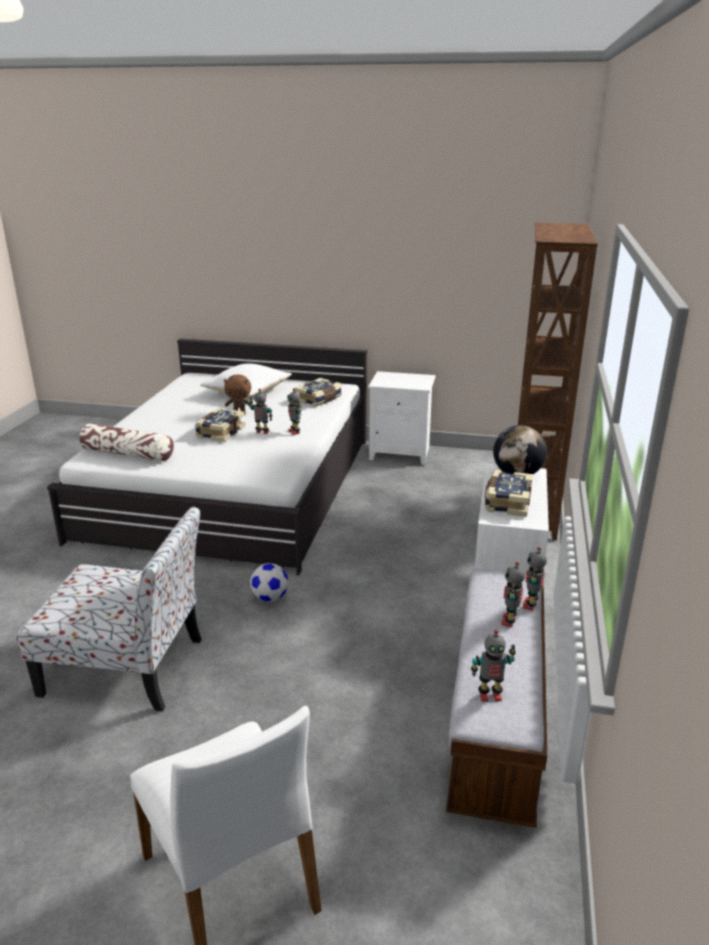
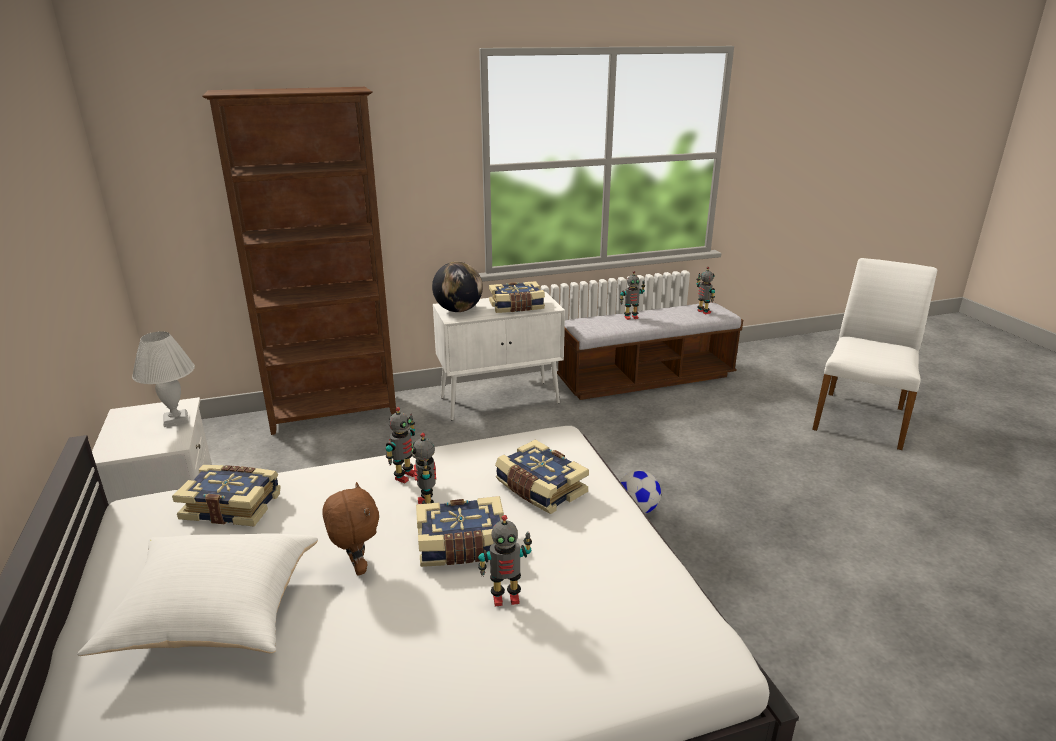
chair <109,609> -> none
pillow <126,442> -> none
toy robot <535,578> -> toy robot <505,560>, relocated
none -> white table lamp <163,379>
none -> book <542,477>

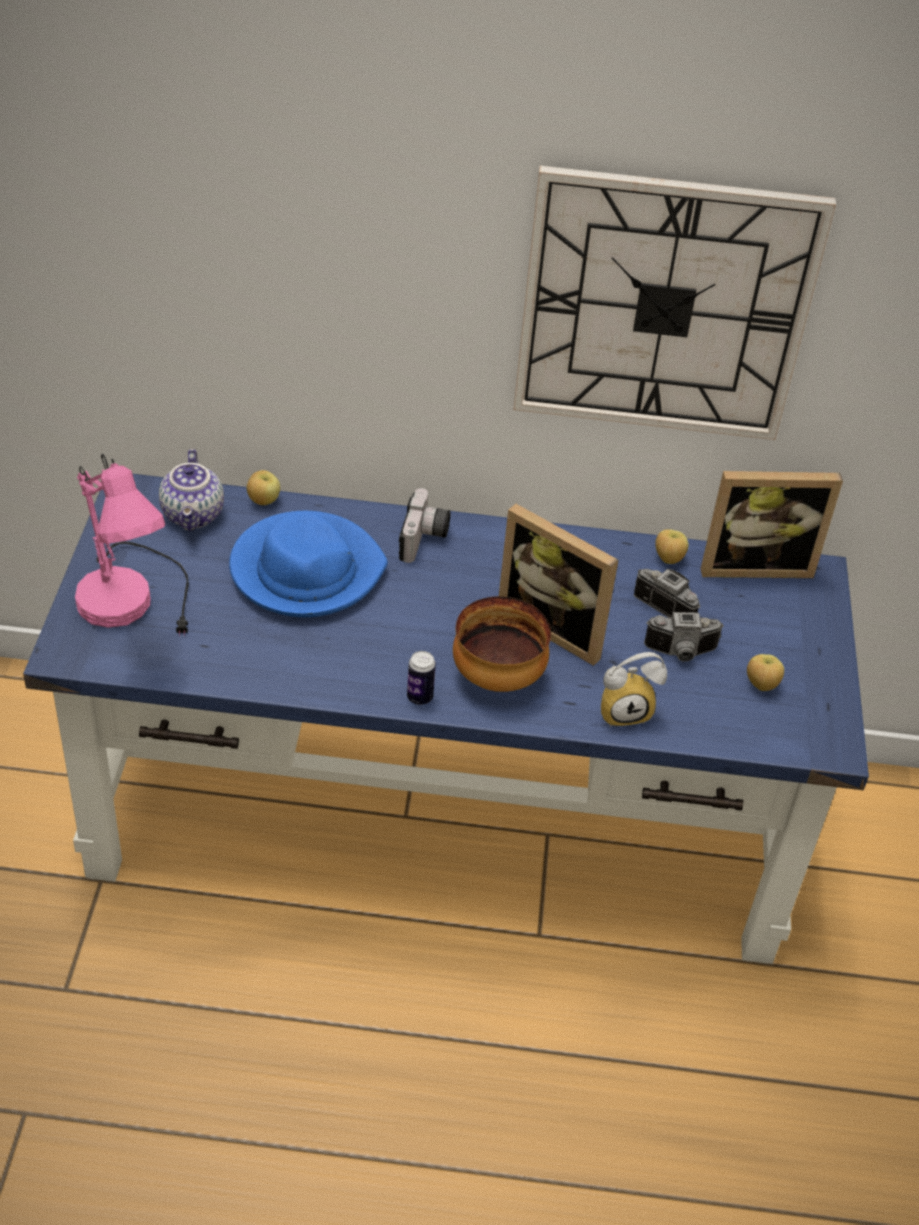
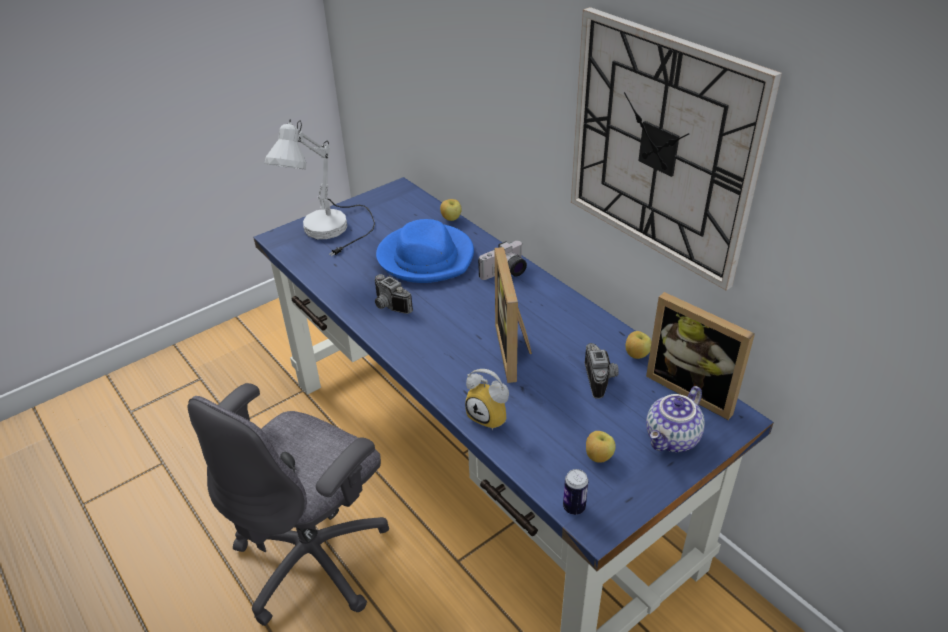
pink table lamp <132,544> -> white table lamp <319,187>
teapot <191,490> -> teapot <675,419>, relocated
can <421,678> -> can <575,492>, relocated
bowl <502,644> -> none
photo camera <684,637> -> photo camera <394,294>, relocated
none -> grey office chair <288,504>

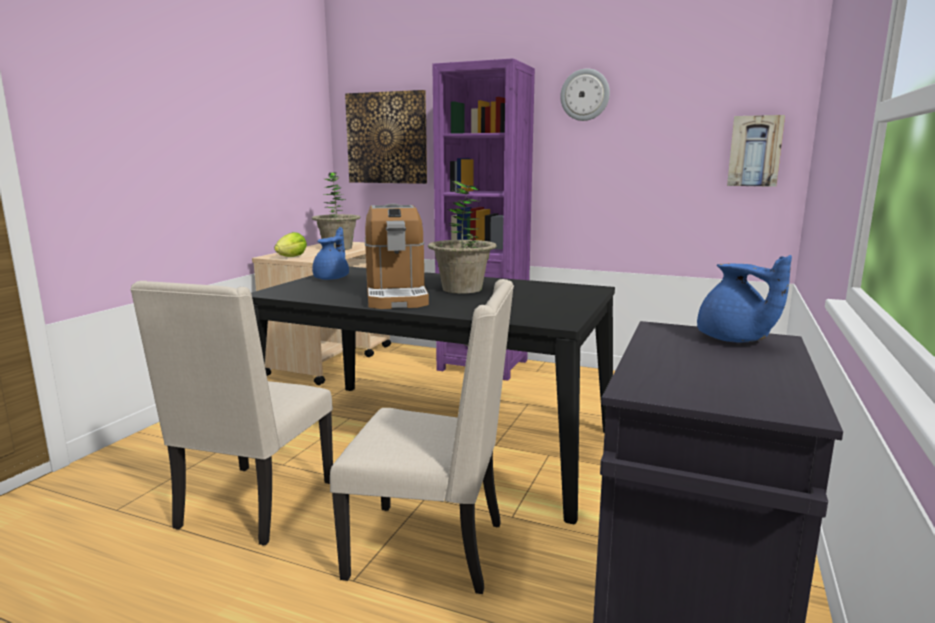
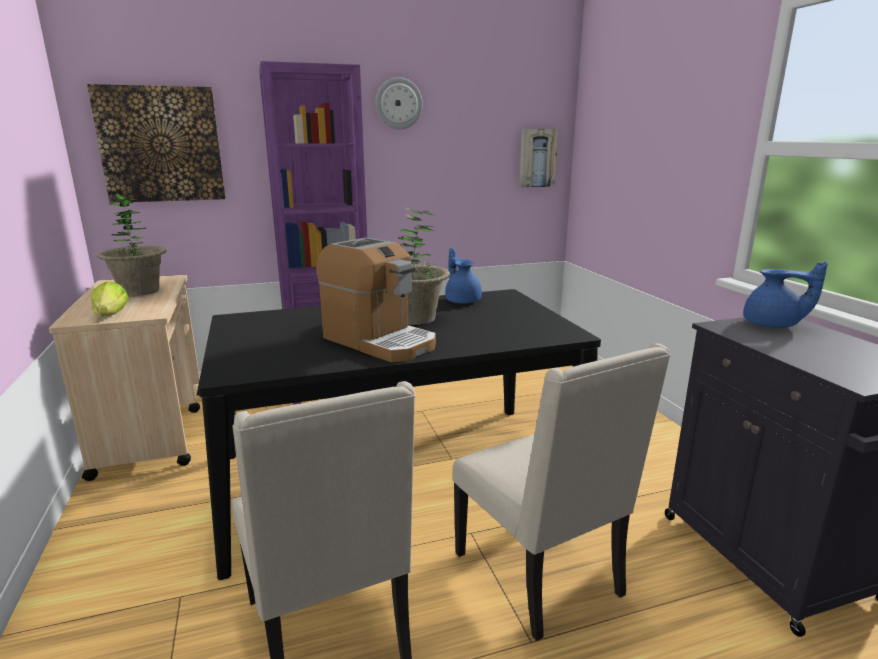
blue teapot <330,253> -> blue teapot <463,275>, relocated
beige chair <422,436> -> beige chair <561,492>, 90 degrees clockwise

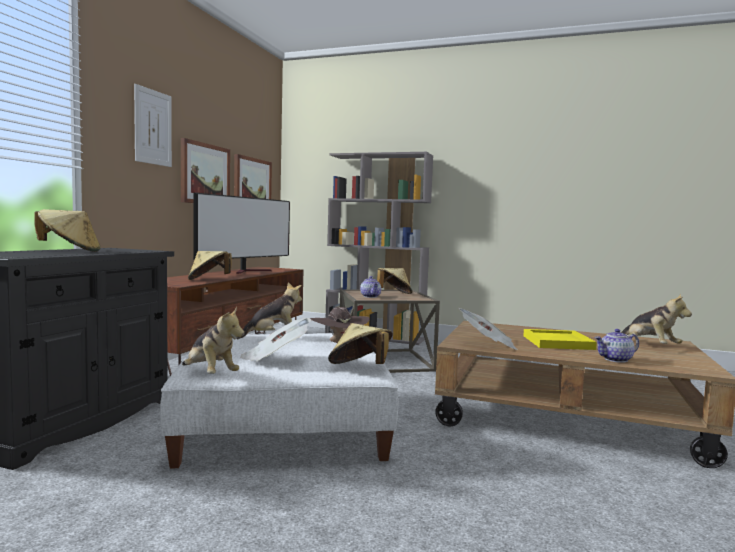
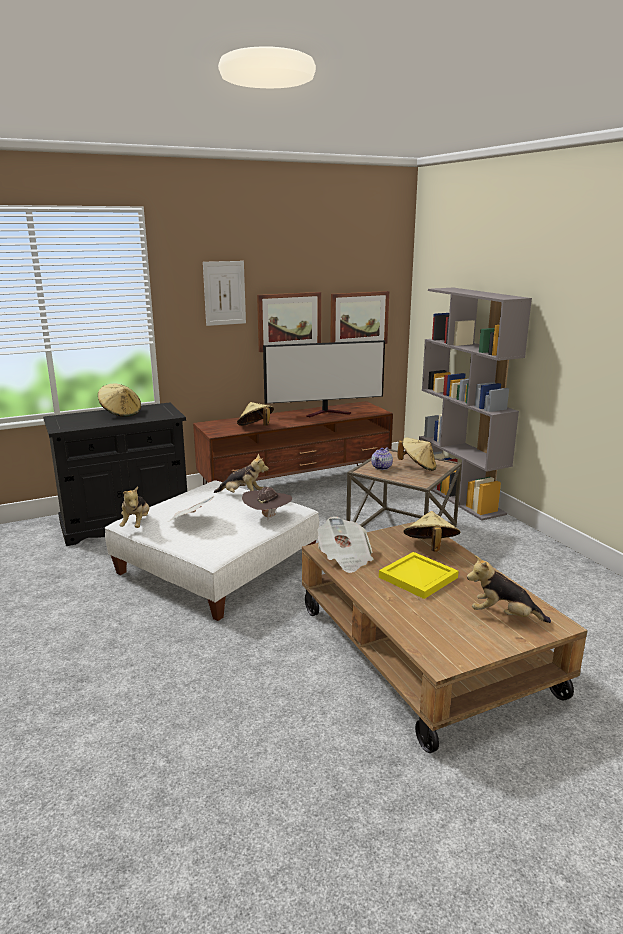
beige hat <360,343> -> beige hat <431,531>, relocated
teapot <617,346> -> none
plush toy <656,318> -> plush toy <509,589>, 90 degrees clockwise

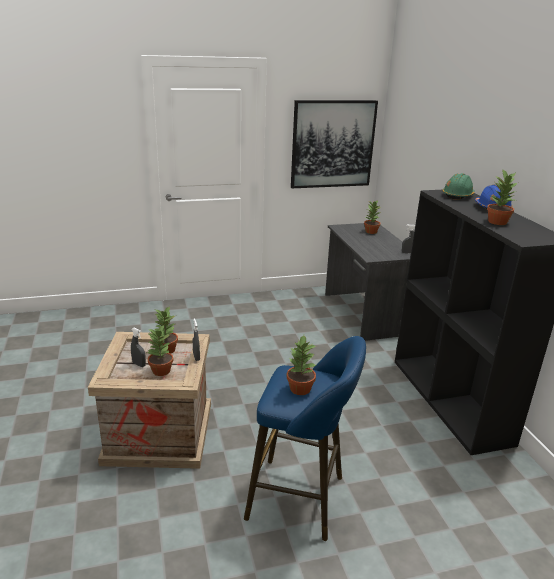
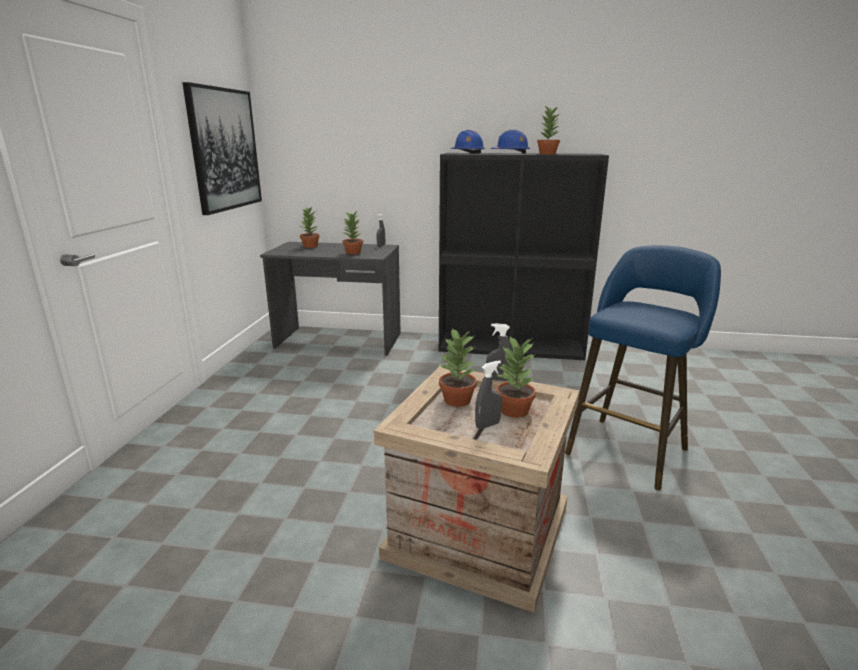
potted plant <301,365> -> potted plant <352,232>, relocated
green hard hat <458,186> -> blue hard hat <468,142>

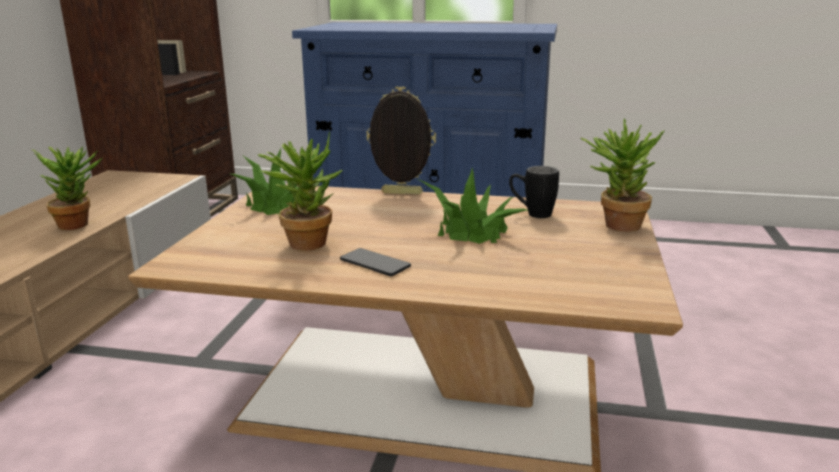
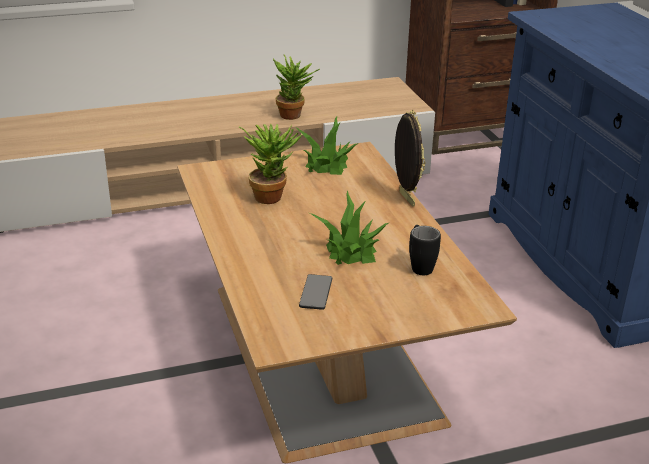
phone <375,262> -> phone <315,292>, relocated
potted plant <622,175> -> none

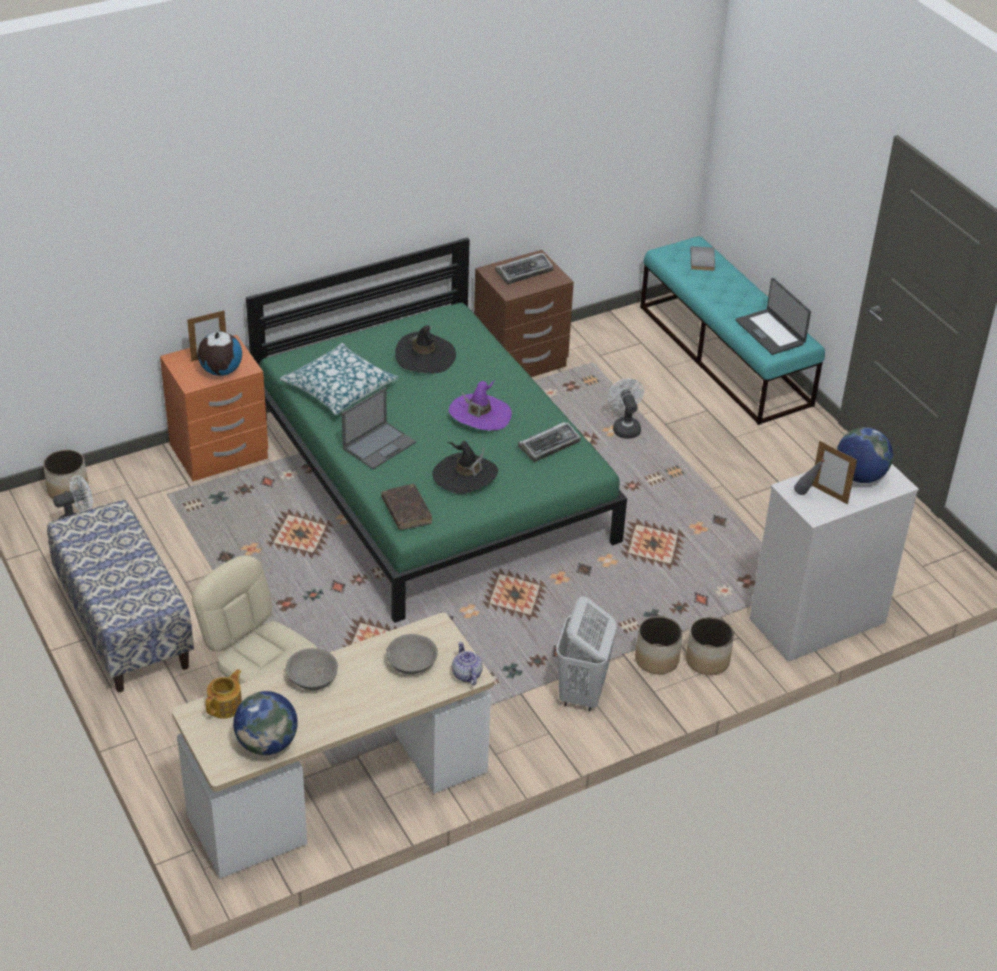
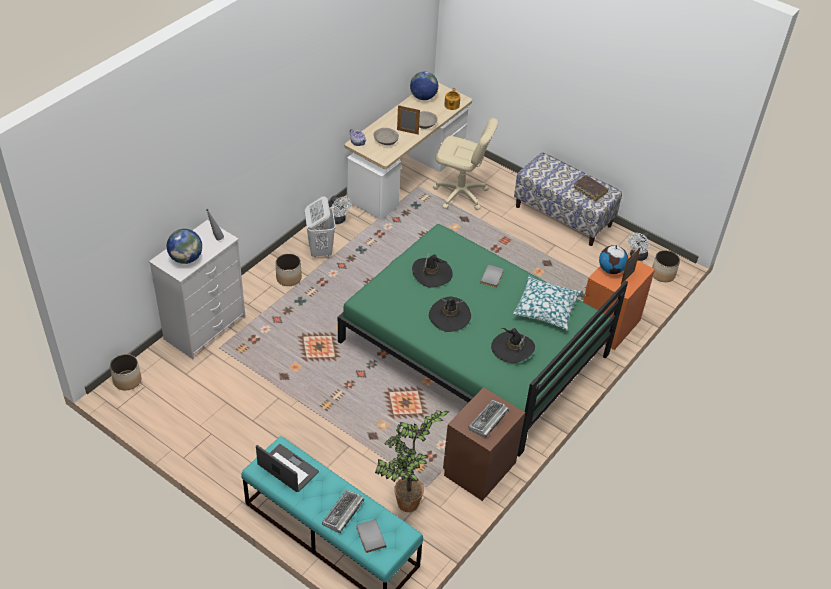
laptop <379,428> -> grey book <492,276>
brown book <406,507> -> brown book <591,188>, relocated
purple hat <480,406> -> black hat <450,314>
keyboard <549,442> -> keyboard <343,511>, relocated
white fan <626,408> -> white fan <341,210>, relocated
planter <710,646> -> planter <125,372>, relocated
picture frame <834,472> -> picture frame <408,120>, relocated
none -> potted plant <412,461>

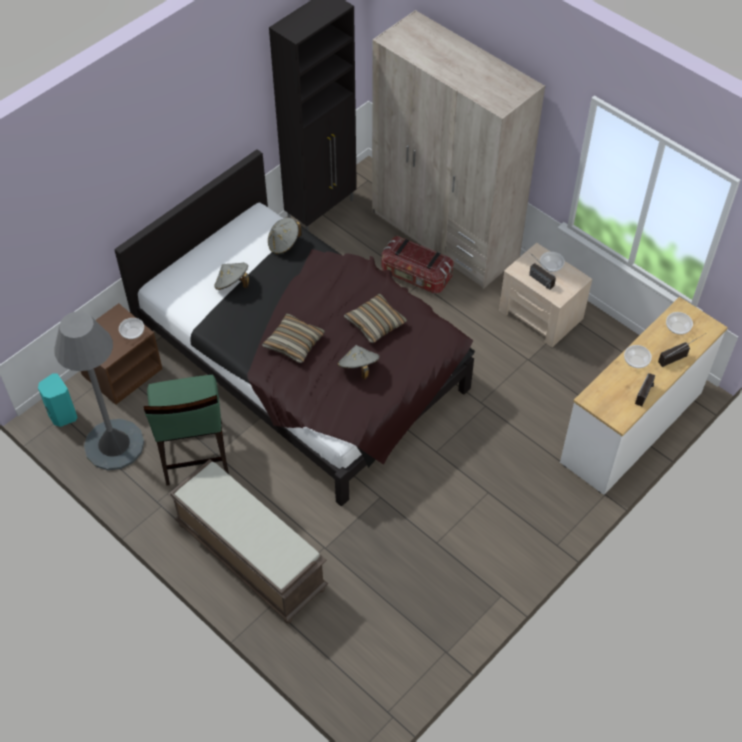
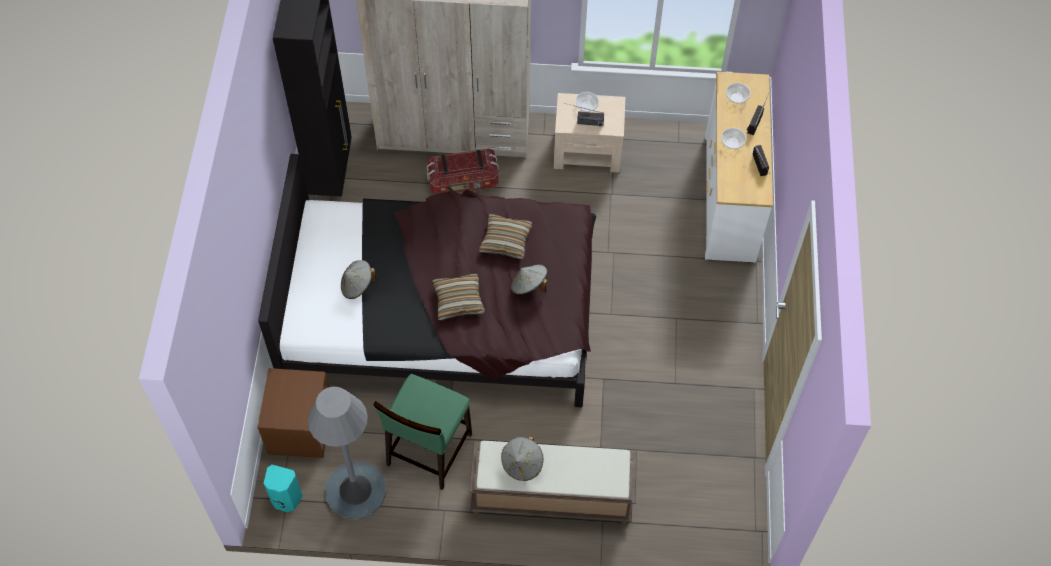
bowl <131,328> -> none
green chair <186,430> -> green chair <422,432>, 75 degrees clockwise
grey hat <285,236> -> grey hat <522,458>, relocated

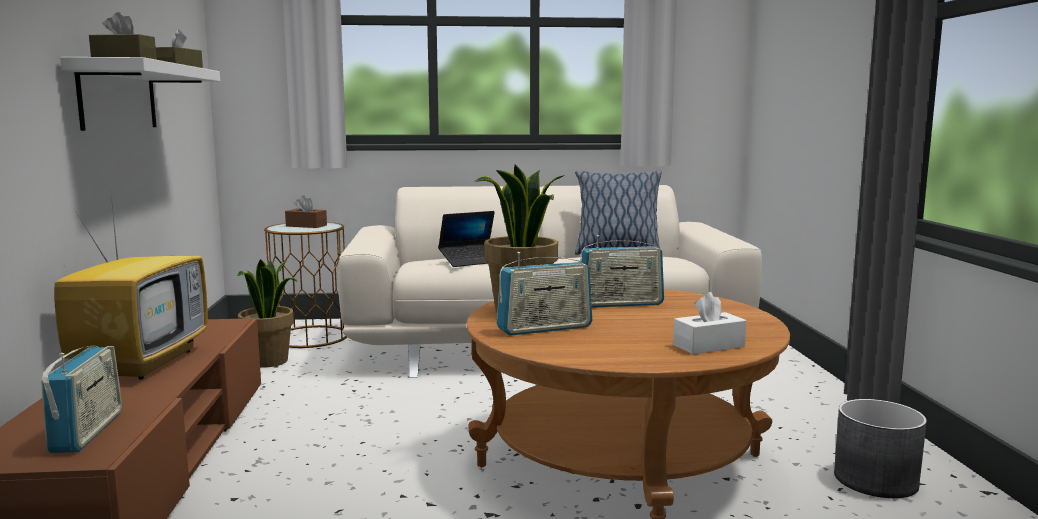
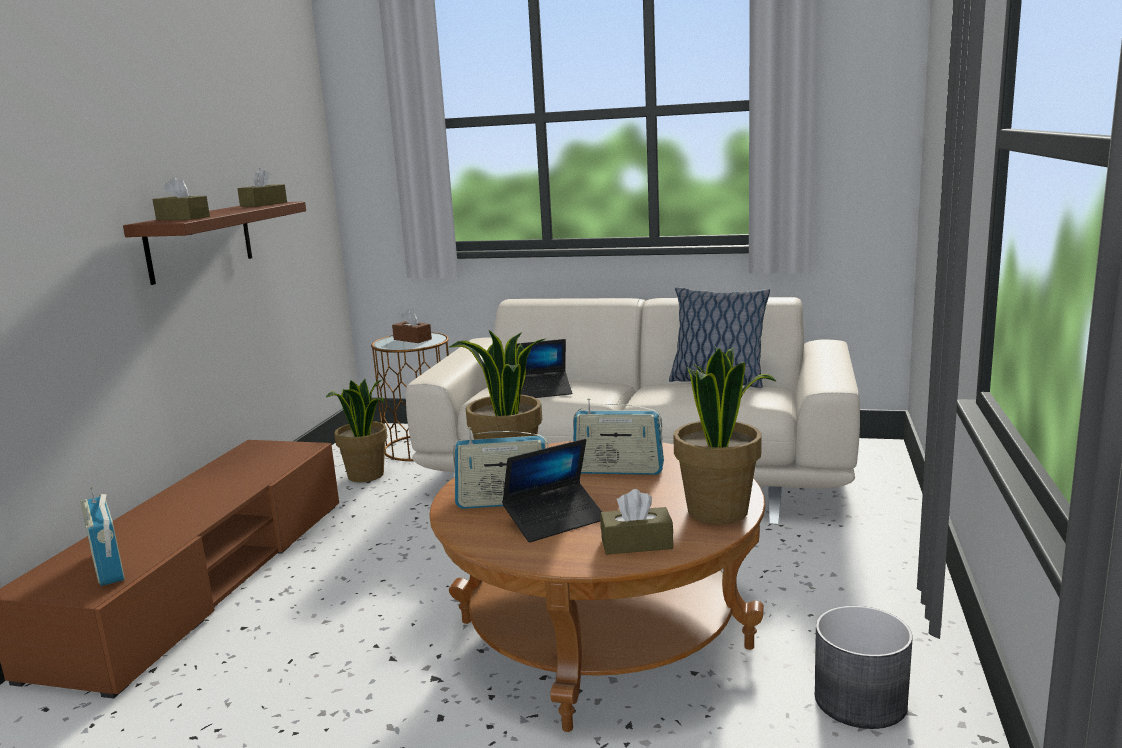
radio <81,399> -> radio <102,536>, 135 degrees clockwise
television <131,288> -> none
white shelf <140,94> -> brown shelf <214,243>
white tissue box <710,323> -> brown tissue box <636,521>
none -> laptop <552,491>
none -> potted plant <725,435>

